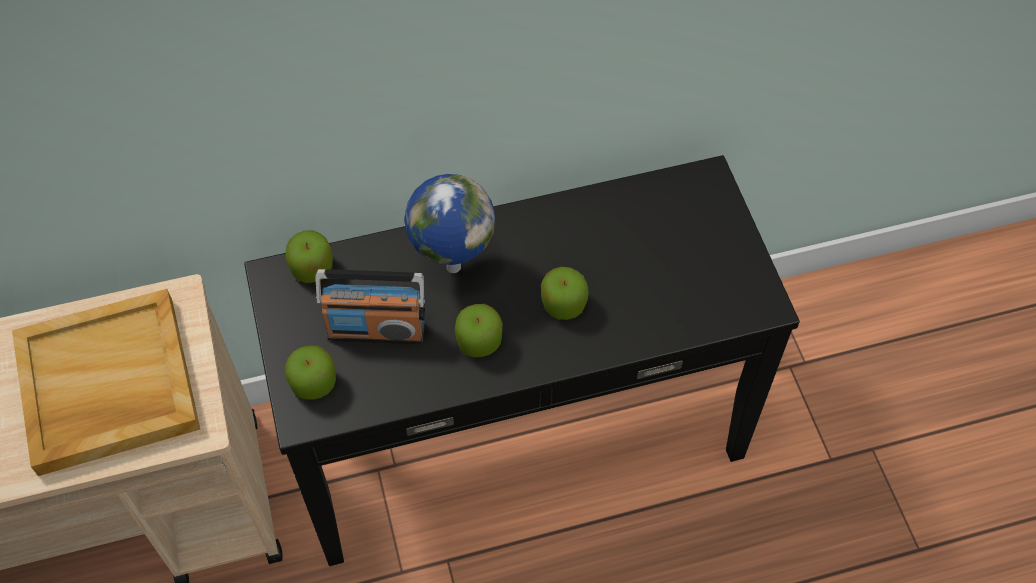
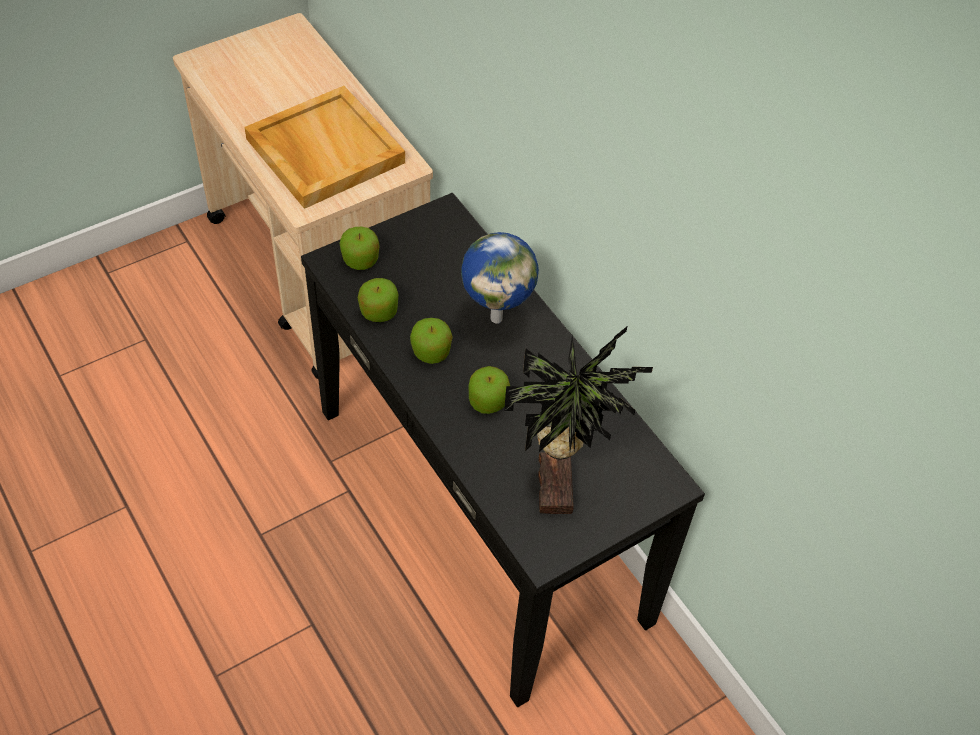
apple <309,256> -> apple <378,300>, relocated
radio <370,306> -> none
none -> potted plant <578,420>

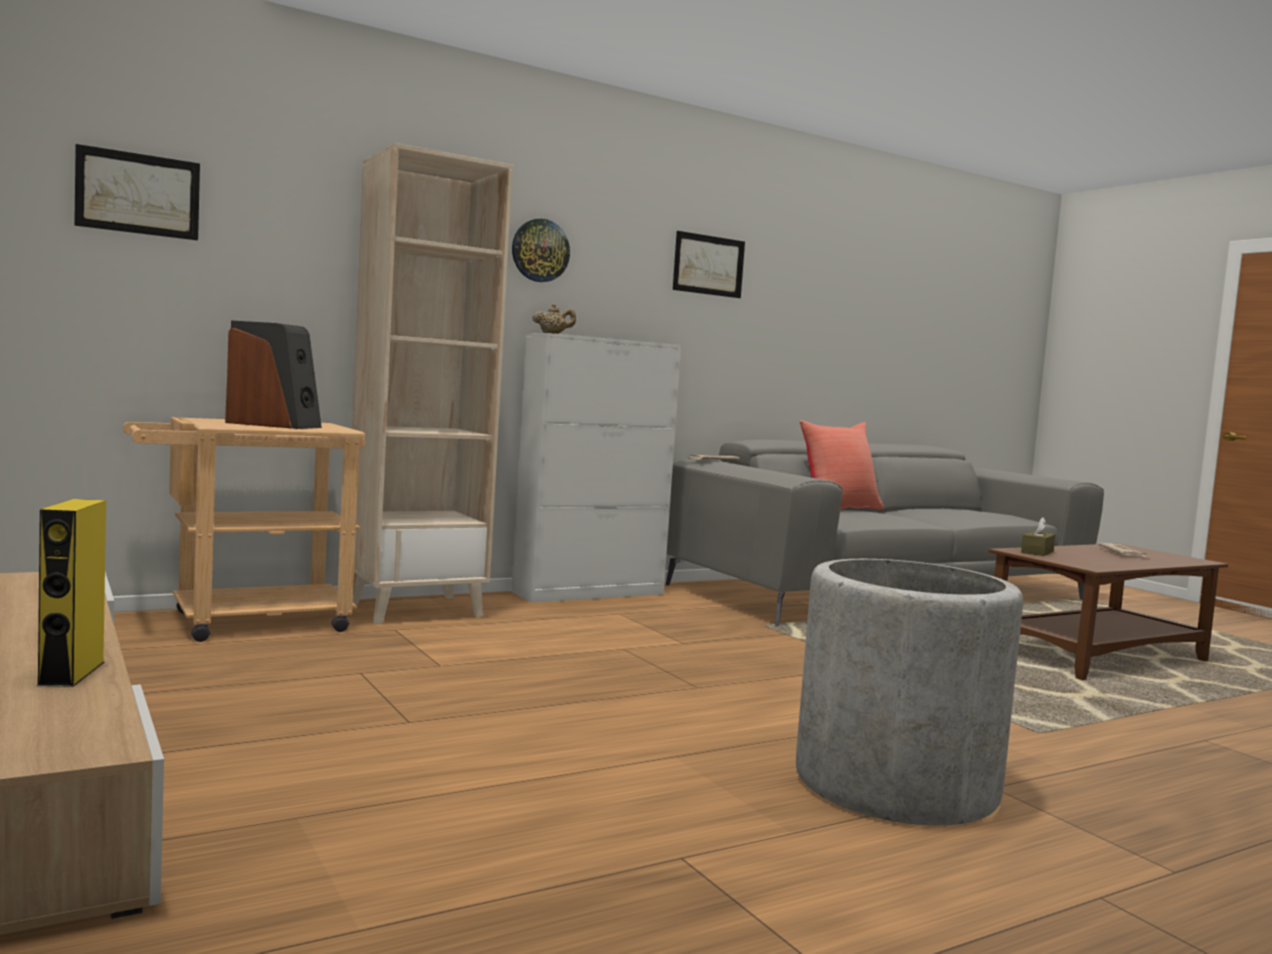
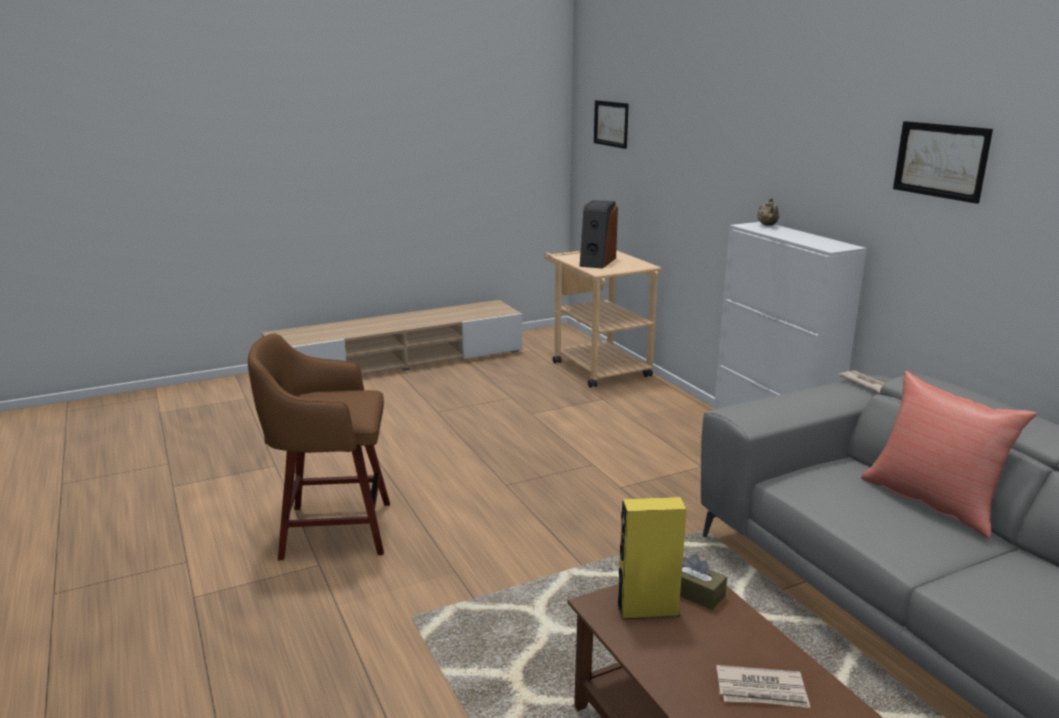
yellow speaker <71,593> -> yellow speaker <652,558>, relocated
beige bookcase <432,383> -> none
wall clock <541,250> -> none
grey planter <909,692> -> brown stool <319,446>

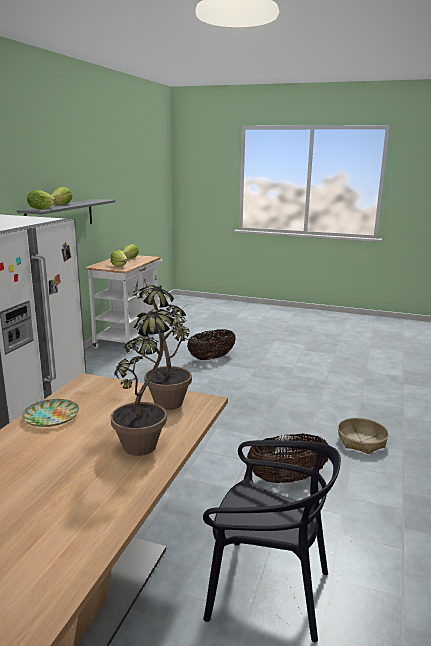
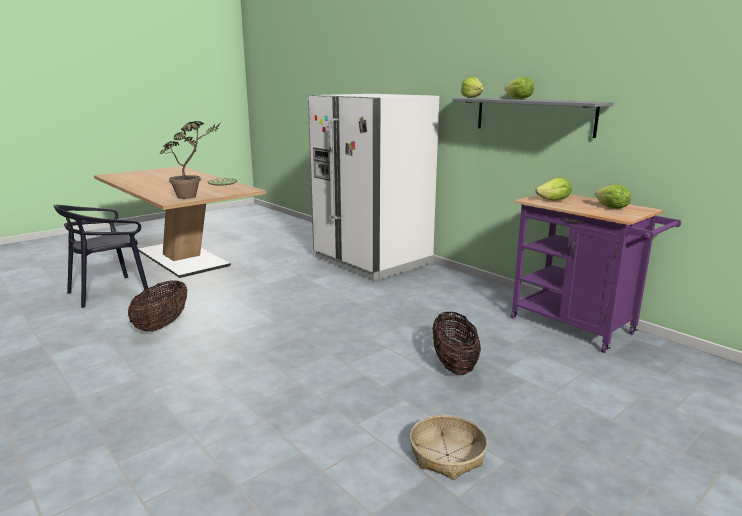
white cart <124,304> -> purple cart <596,273>
potted plant <150,379> -> none
basket <363,436> -> basket <449,447>, relocated

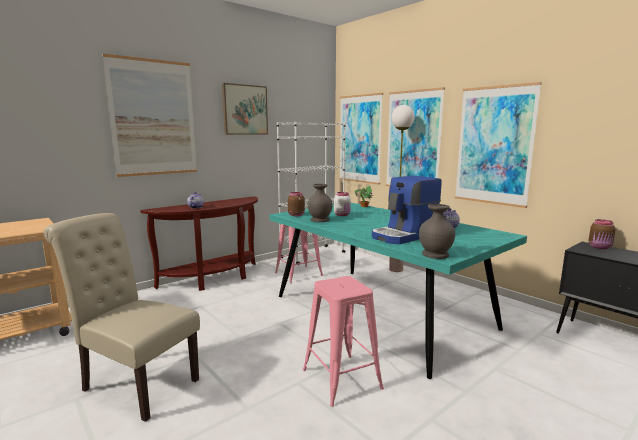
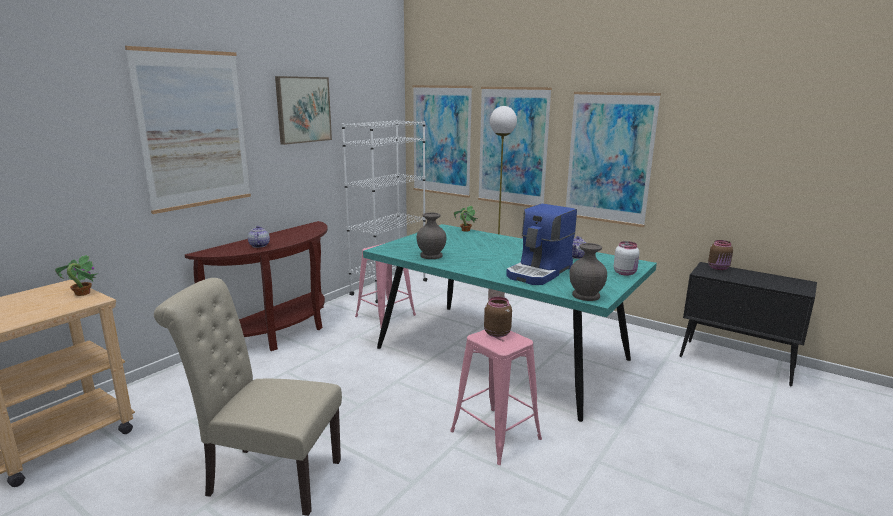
brown jar <296,204> -> brown jar <498,317>, relocated
white jar <342,204> -> white jar <626,258>, relocated
none -> potted plant <76,275>

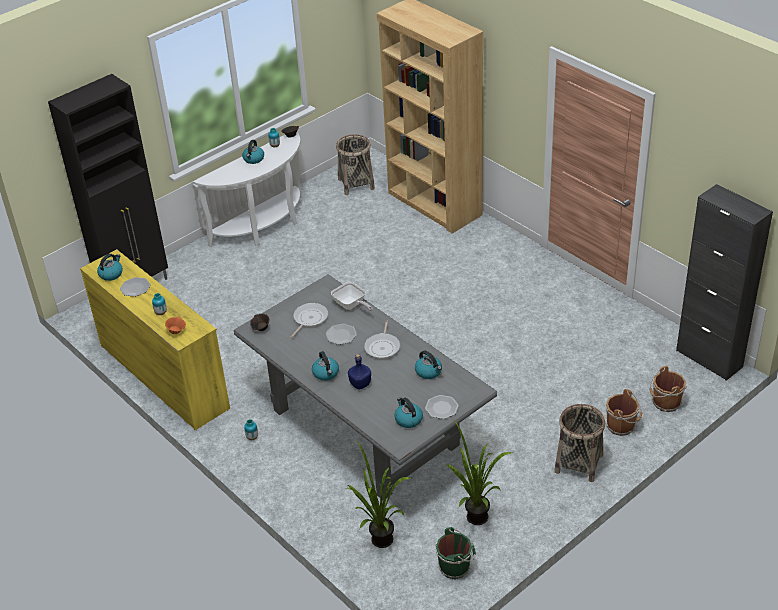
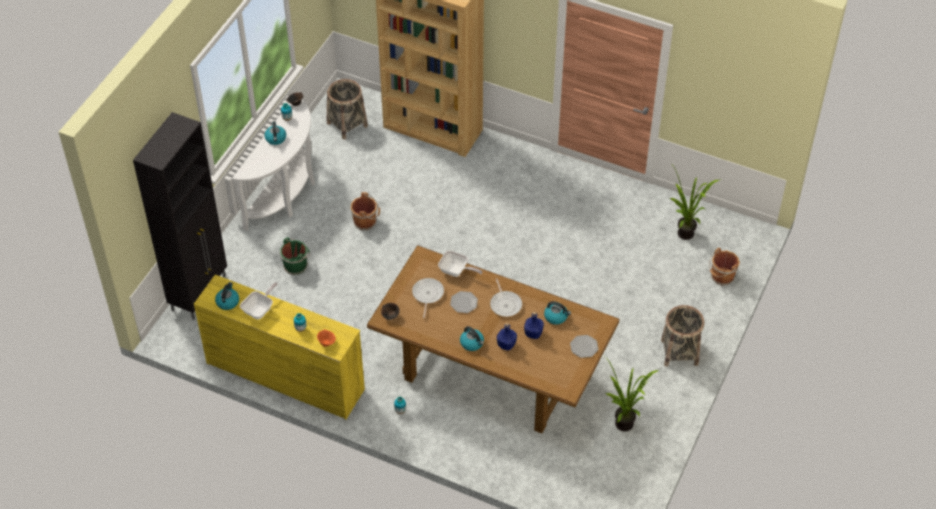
plate <135,287> -> frying pan <259,301>
grey dining table <365,387> -> brown dining table <493,339>
potted plant <379,494> -> potted plant <694,202>, relocated
kettle <408,412> -> none
green bucket <455,553> -> green bucket <294,256>, relocated
brown bucket <624,412> -> brown bucket <365,211>, relocated
black cabinet <724,282> -> none
none -> blue bottle <534,325>

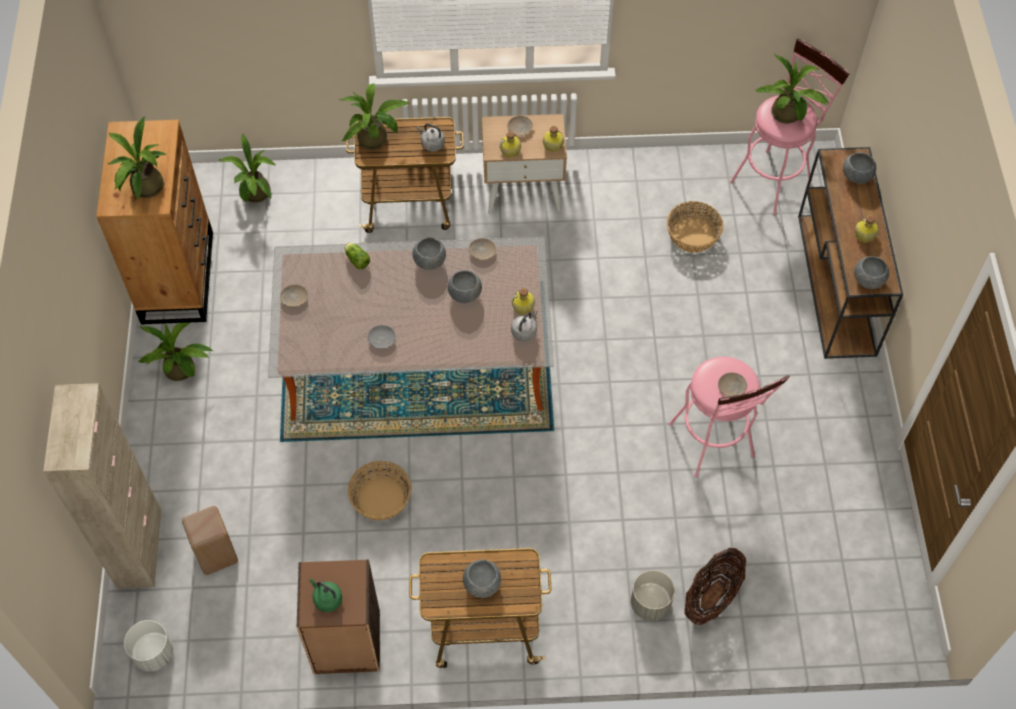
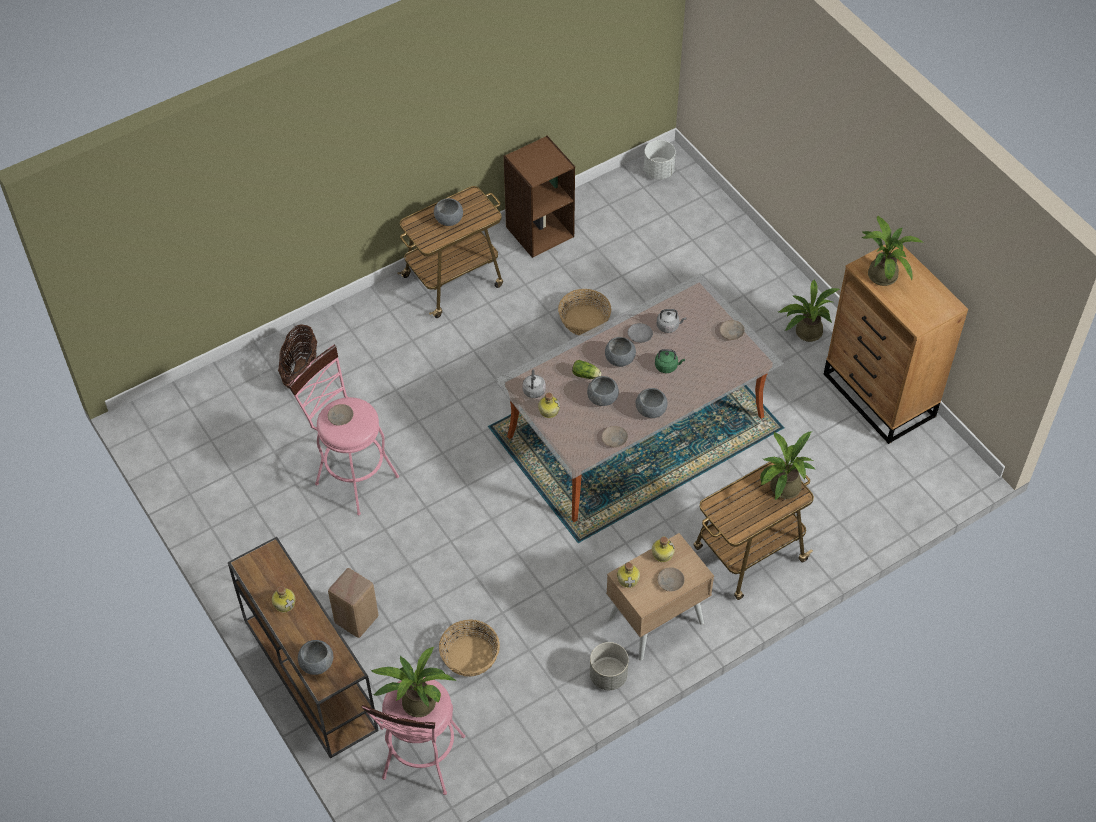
beige cabinet <102,486> -> none
beige stool <210,540> -> beige stool <353,603>, relocated
potted plant <247,168> -> none
green kettle <325,595> -> green kettle <670,361>, relocated
lettuce <357,256> -> lettuce <587,369>, relocated
grey kettle <431,137> -> grey kettle <671,321>, relocated
grey planter <653,595> -> grey planter <609,666>, relocated
grey bowl <871,272> -> grey bowl <620,352>, relocated

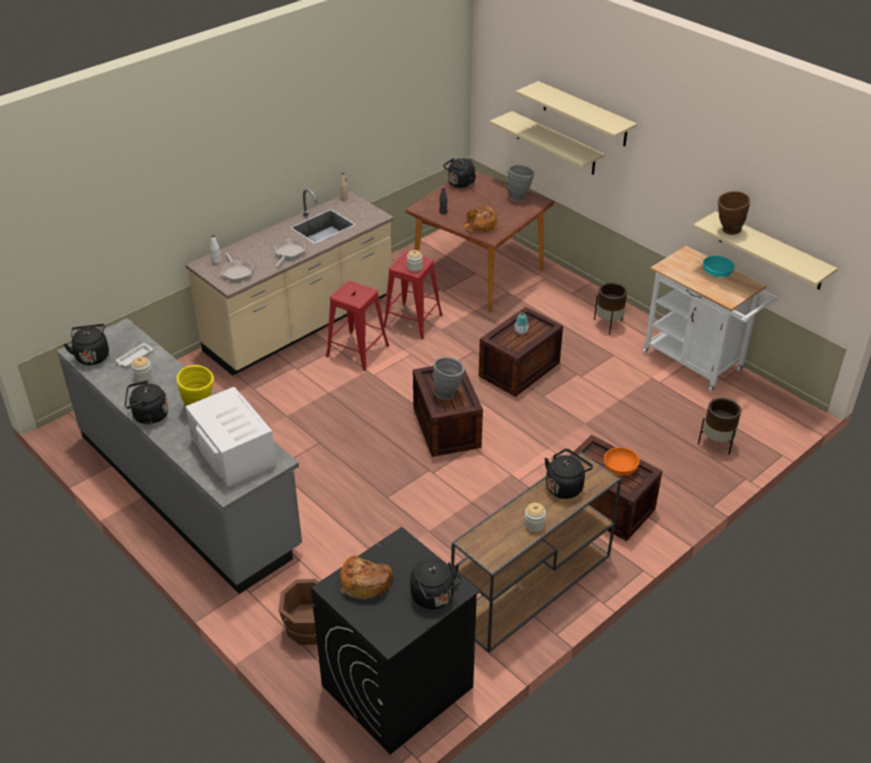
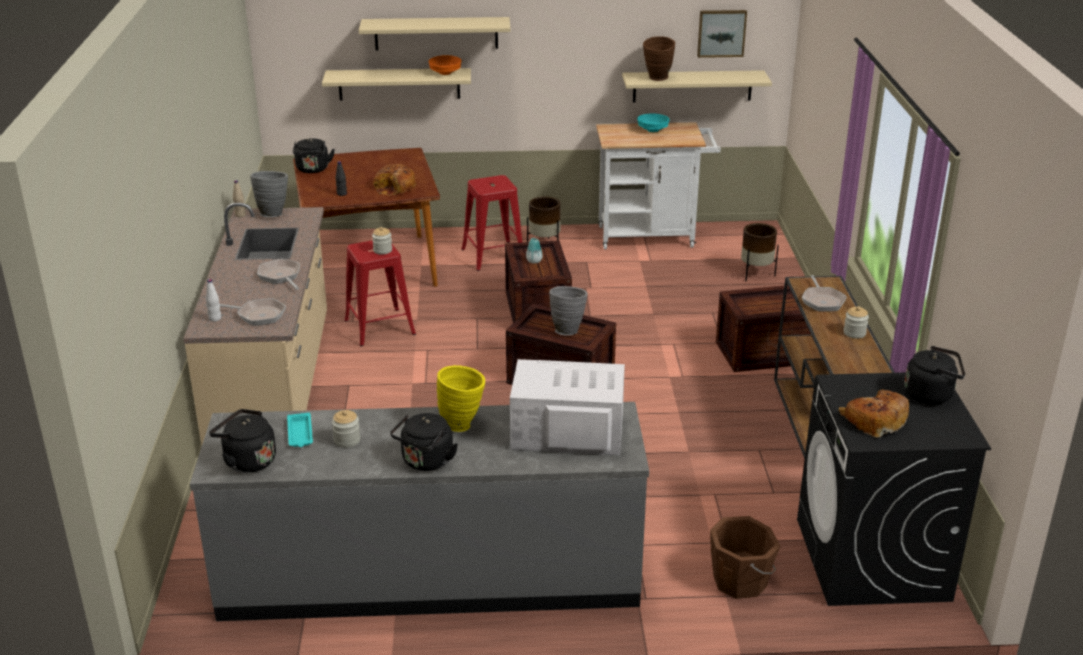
white tray <135,355> -> turquoise tray <300,430>
red stool <357,326> -> red stool <492,223>, relocated
grey vase <521,183> -> grey vase <269,194>, relocated
black kettle <569,474> -> frying pan <824,293>
orange bowl <622,461> -> orange bowl <445,65>, relocated
none -> picture <722,34>

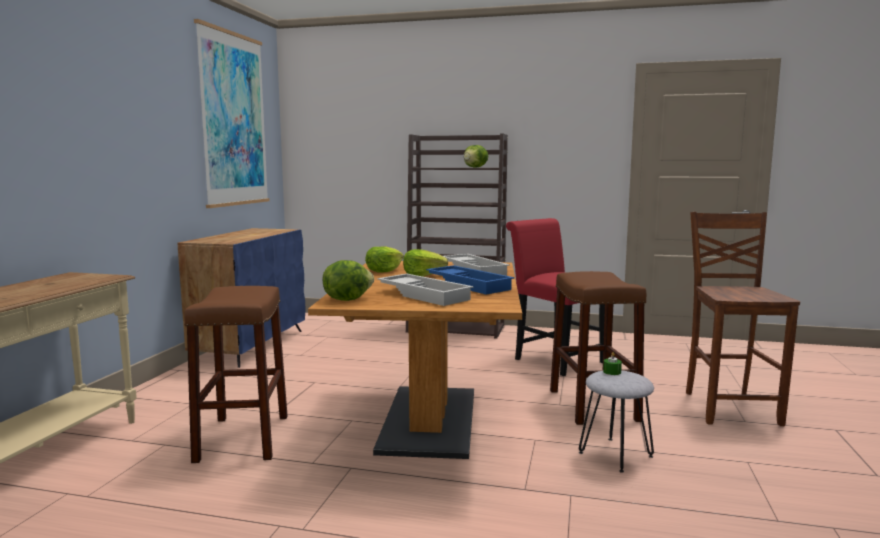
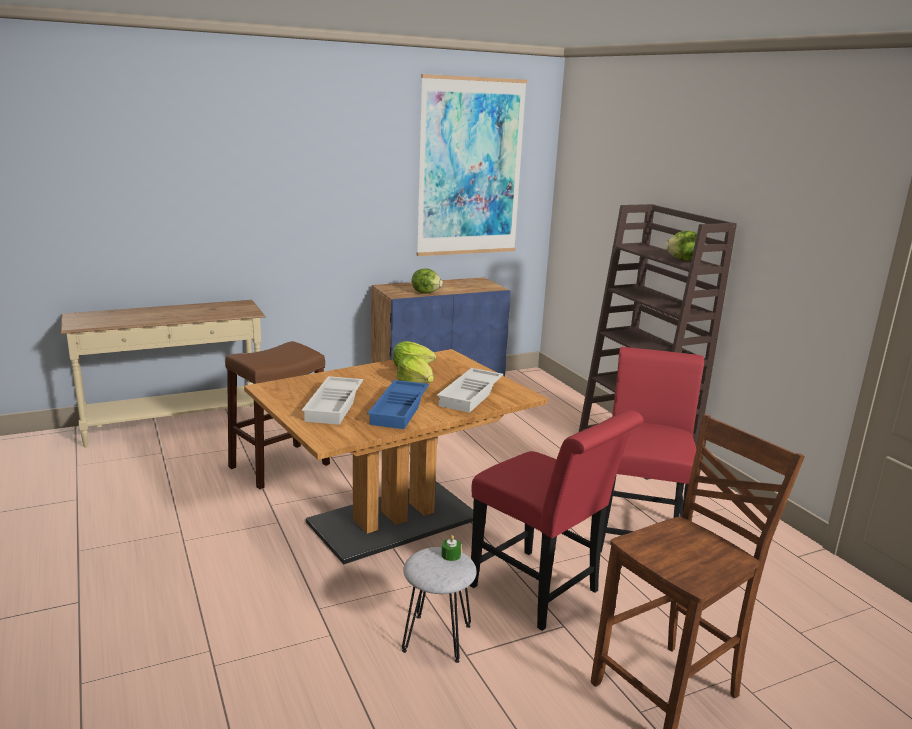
lettuce <348,280> -> lettuce <427,281>, relocated
brown stool <598,348> -> red chair <556,520>

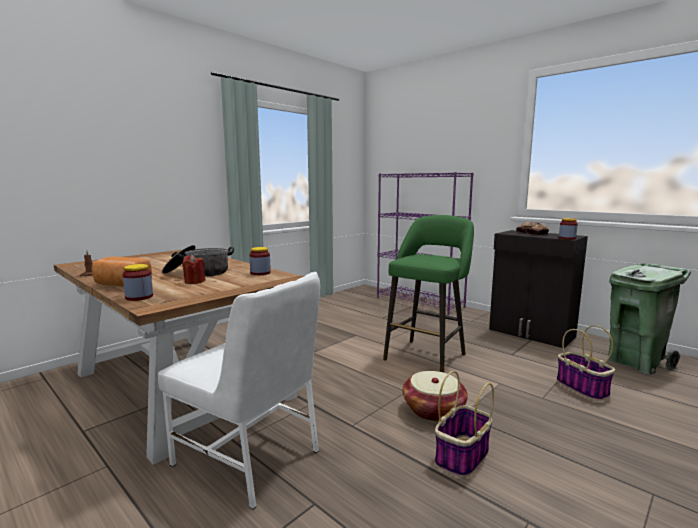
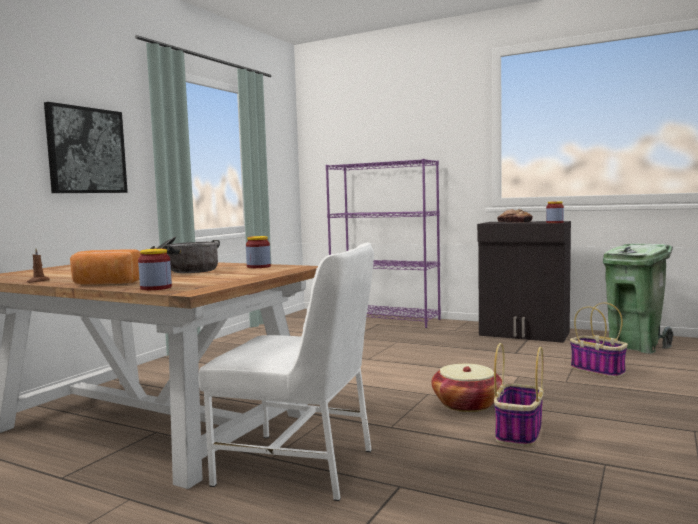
red candle <194,269> -> none
green stool <428,293> -> none
none -> picture <86,147>

